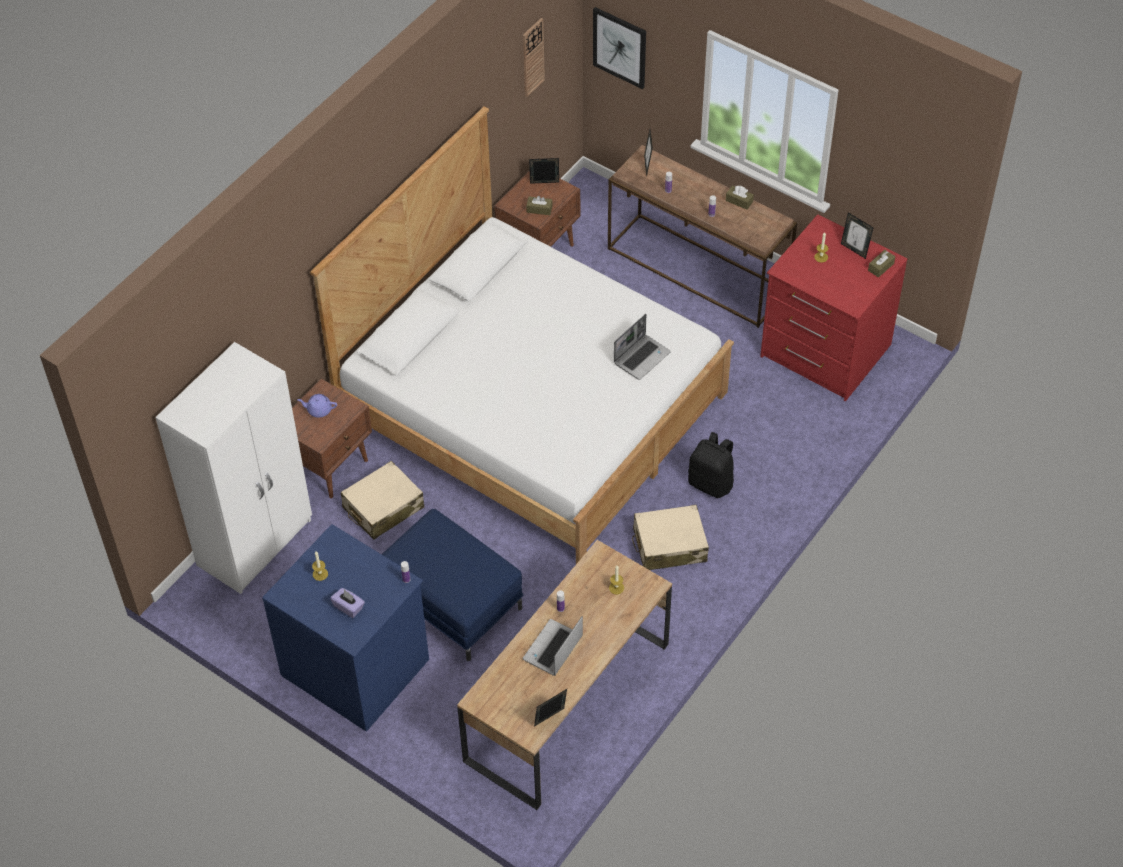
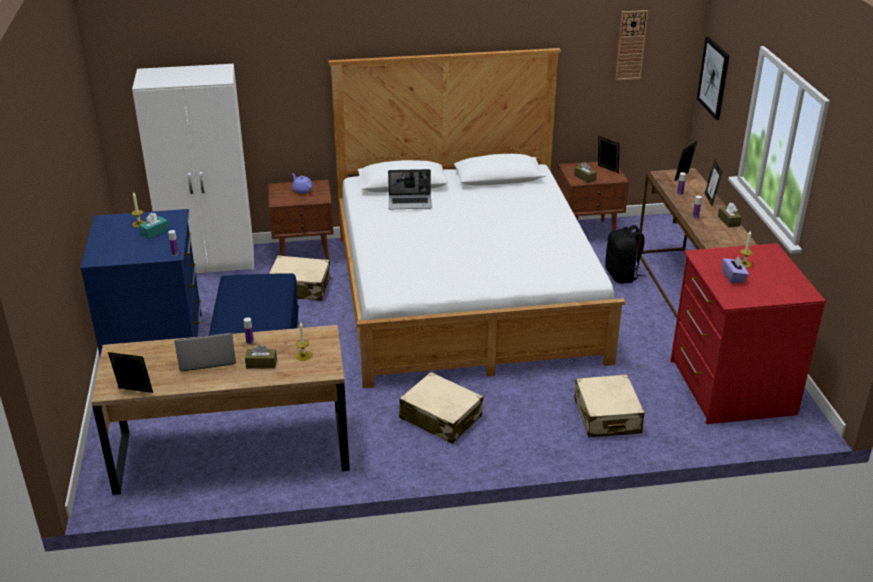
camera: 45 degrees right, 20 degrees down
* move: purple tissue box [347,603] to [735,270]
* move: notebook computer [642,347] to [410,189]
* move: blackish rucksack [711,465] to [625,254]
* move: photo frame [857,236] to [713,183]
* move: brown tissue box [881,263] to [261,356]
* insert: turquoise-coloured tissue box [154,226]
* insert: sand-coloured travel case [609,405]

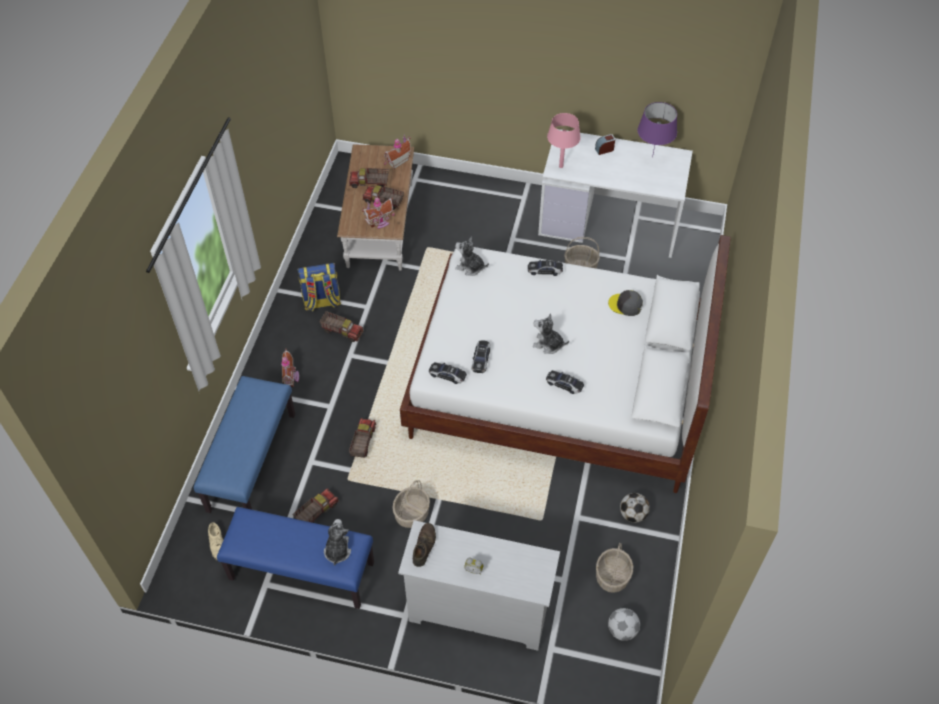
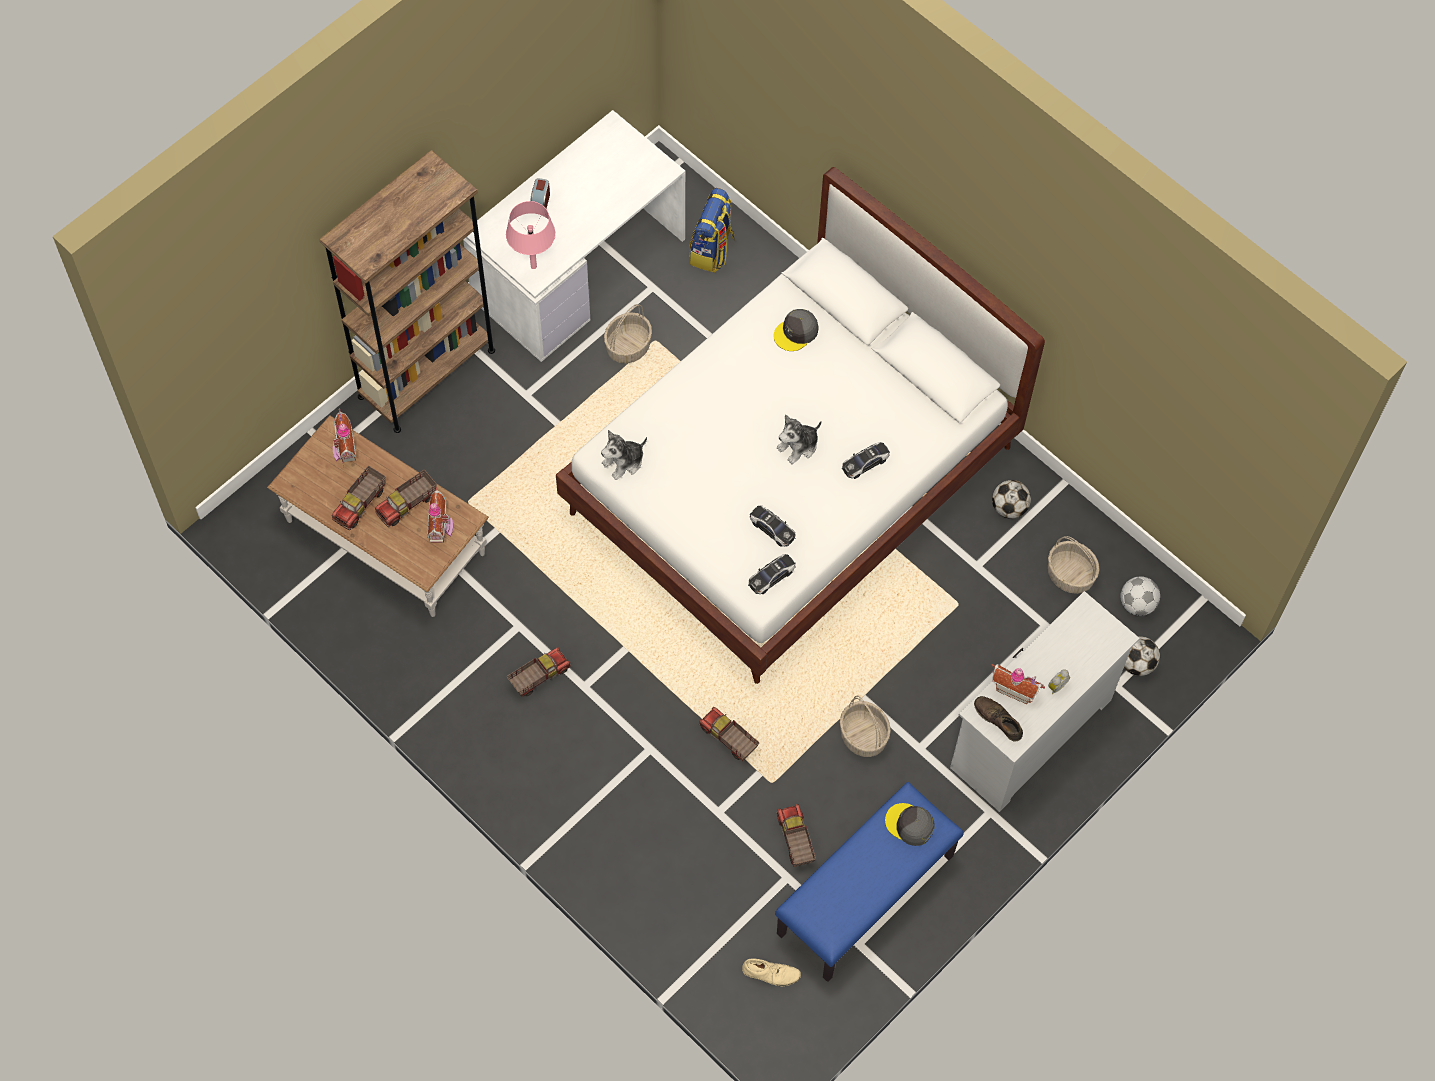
camera: 60 degrees left, 10 degrees up
* delete: bluish indoor bench [244,444]
* move: miniature house [290,368] to [1018,684]
* move: rucksack [319,287] to [712,230]
* replace: cuddly toy [337,542] to grey peaked cap [909,824]
* delete: toy car [545,268]
* delete: purple lamp for a table [657,130]
* insert: brown bookshelf [407,291]
* insert: football [1142,656]

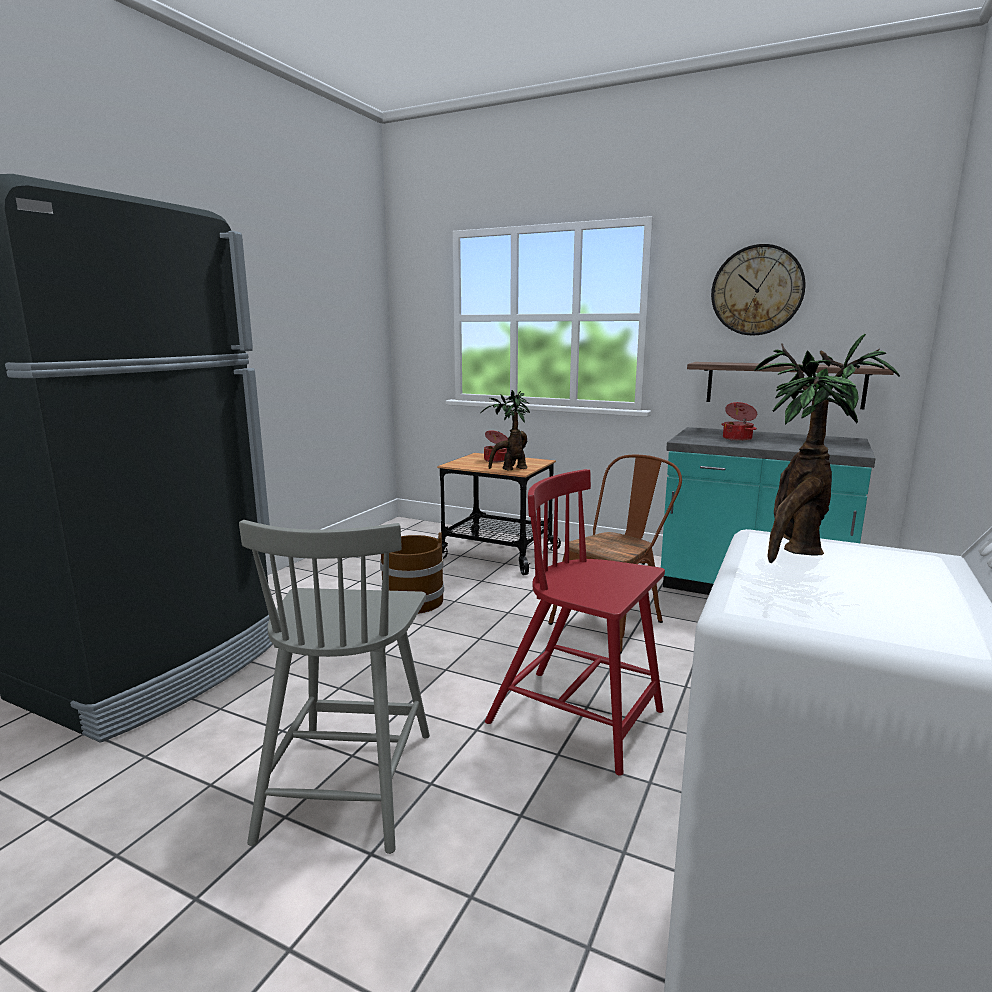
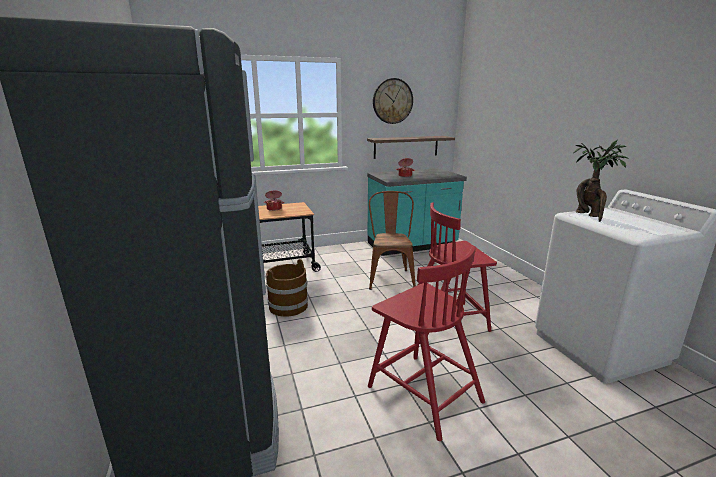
camera: 45 degrees left, 5 degrees up
* recolor: grey upright chair [334,687] to reddish upright chair [426,343]
* delete: houseplant [505,430]

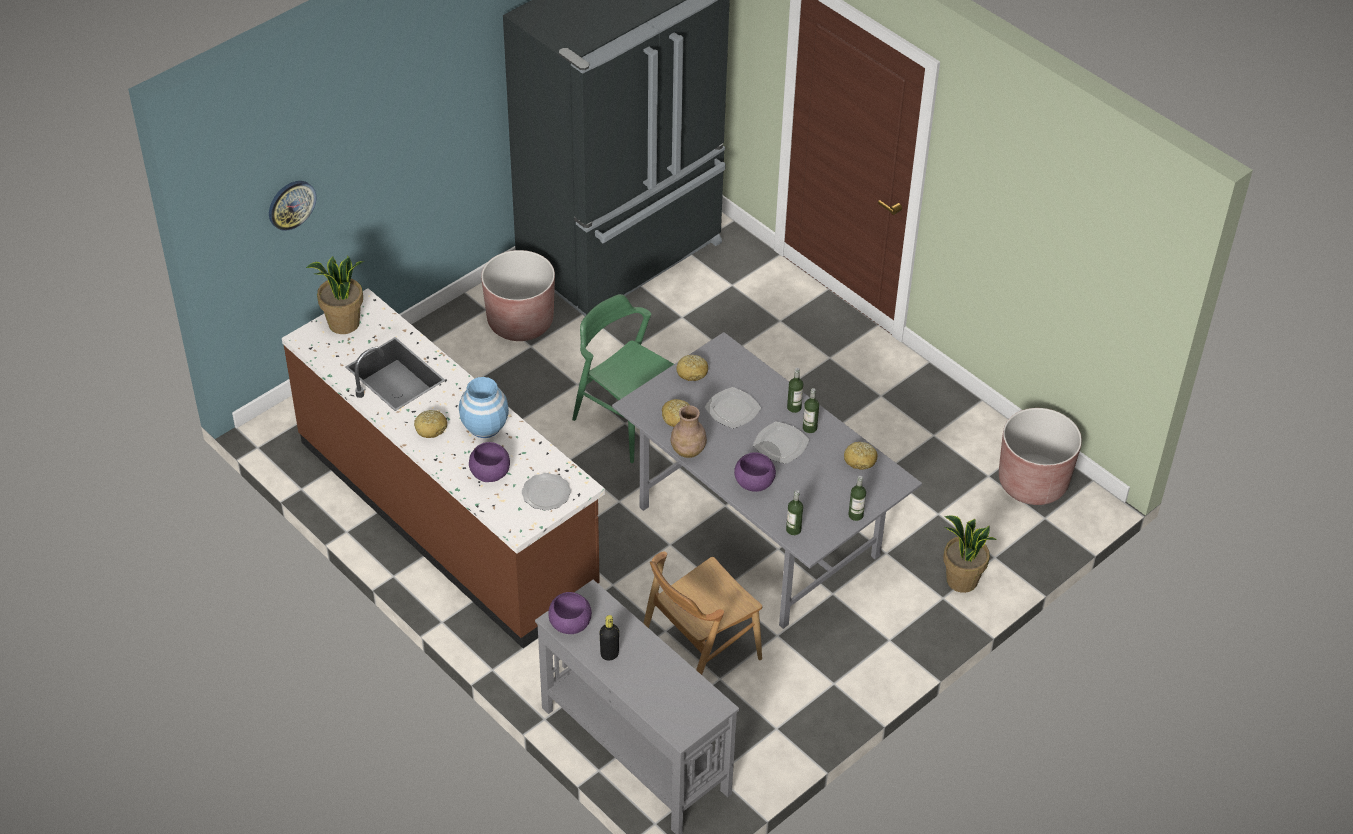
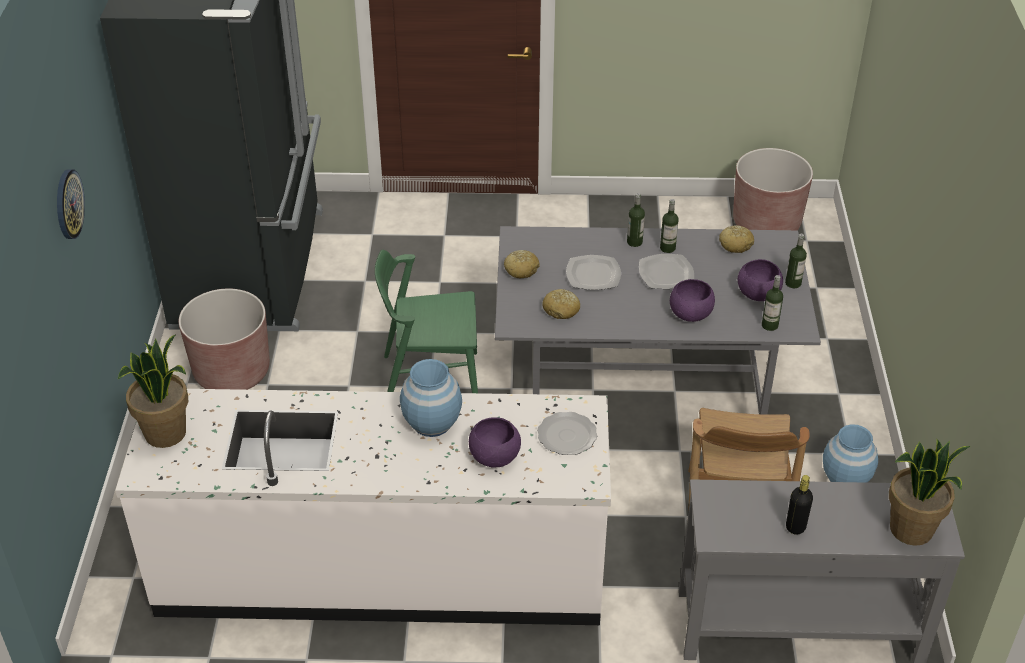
camera: 45 degrees left, 5 degrees down
* move: clock on the wall [292,206] to [71,204]
* recolor: brown kitchen base unit [443,468] to white-coloured kitchen base unit [363,507]
* delete: bakery bread [430,424]
* move: purple deep dish [570,613] to [760,280]
* delete: brown decorative vase [689,431]
* move: houseplant [969,554] to [930,492]
* insert: bluish decorative vase [850,453]

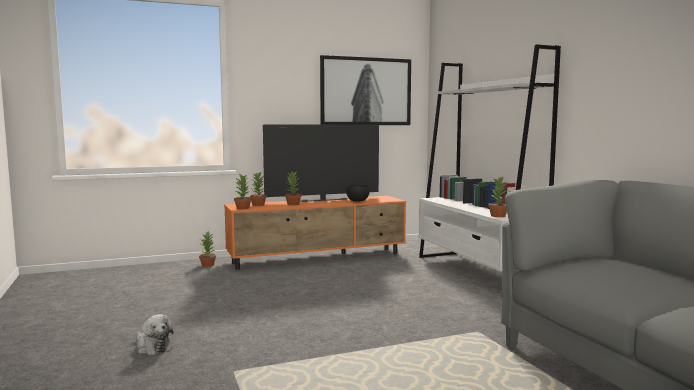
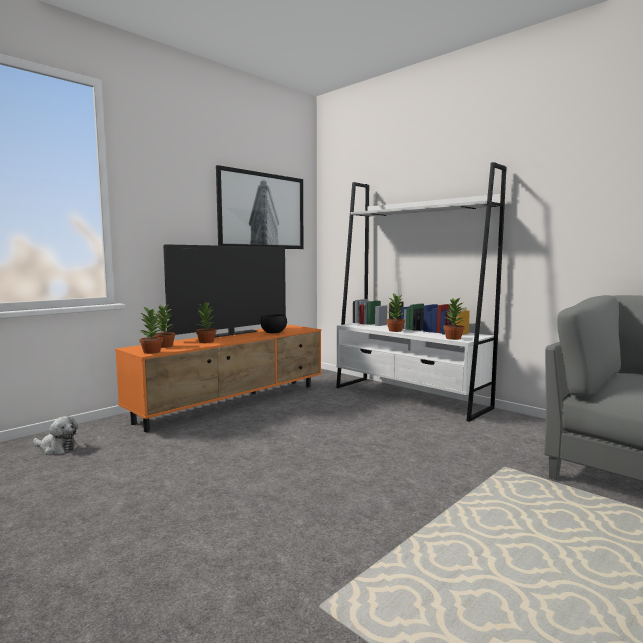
camera: 25 degrees left, 0 degrees up
* move: cuddly toy [154,334] to [55,435]
* move: houseplant [207,249] to [395,312]

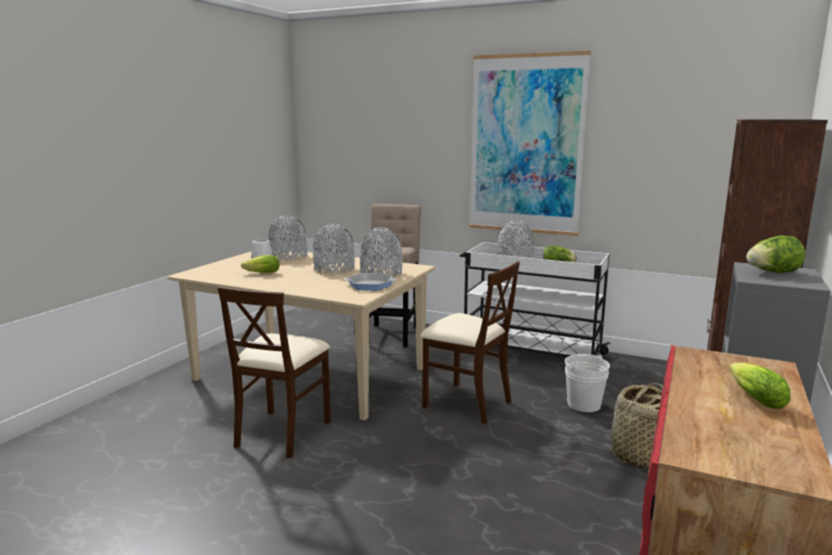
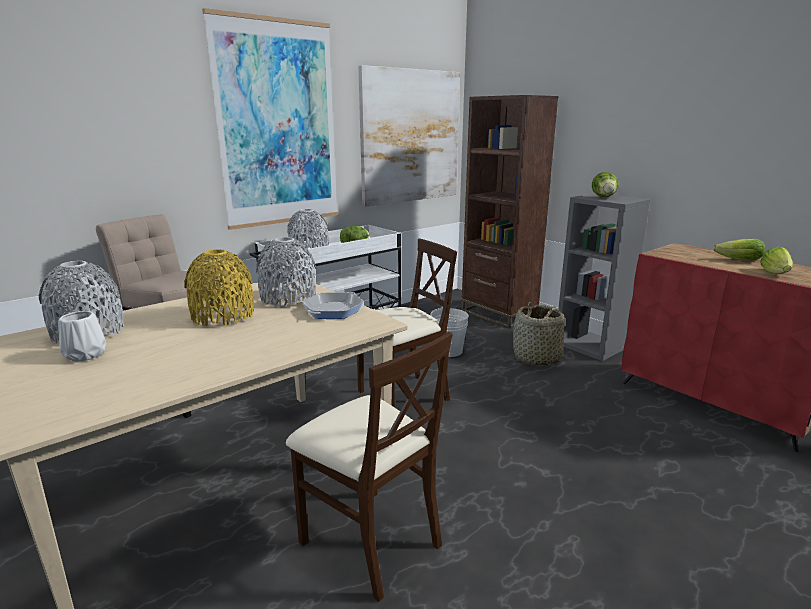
camera: 65 degrees left, 5 degrees up
* move: lettuce head [260,264] to [776,260]
* recolor: grey decorative vase [334,249] to yellow-coloured decorative vase [219,287]
* insert: picture [409,136]

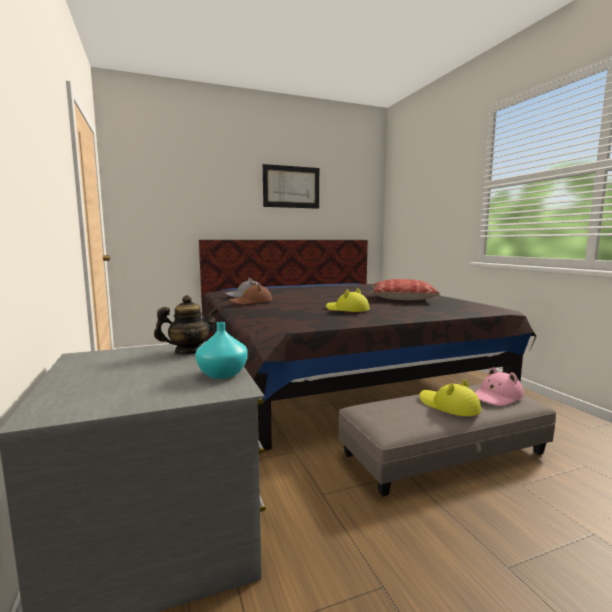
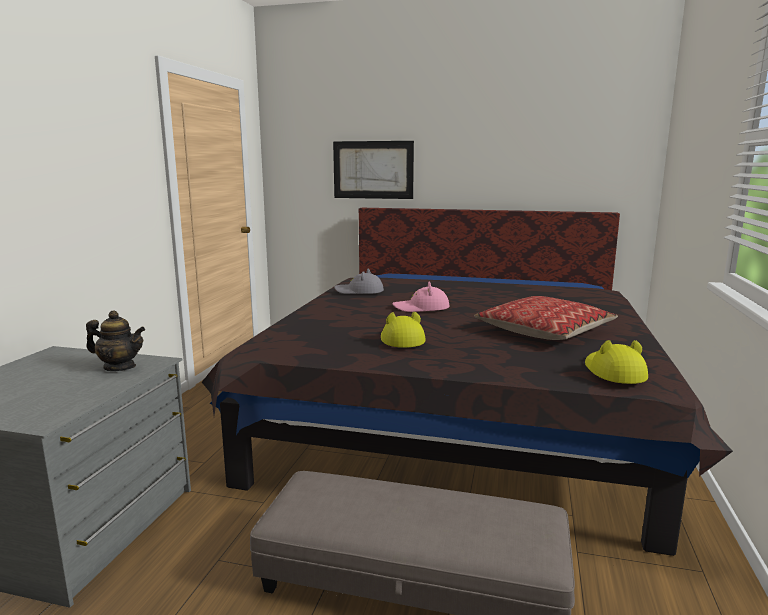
camera: 35 degrees right, 5 degrees up
* delete: turquoise-coloured decorative vase [221,350]
* delete: brown clothing hat [250,293]
* move: picture [291,186] to [373,170]
* move: yellow-coloured clothing hat [450,397] to [616,362]
* move: pink clothing hat [499,386] to [420,297]

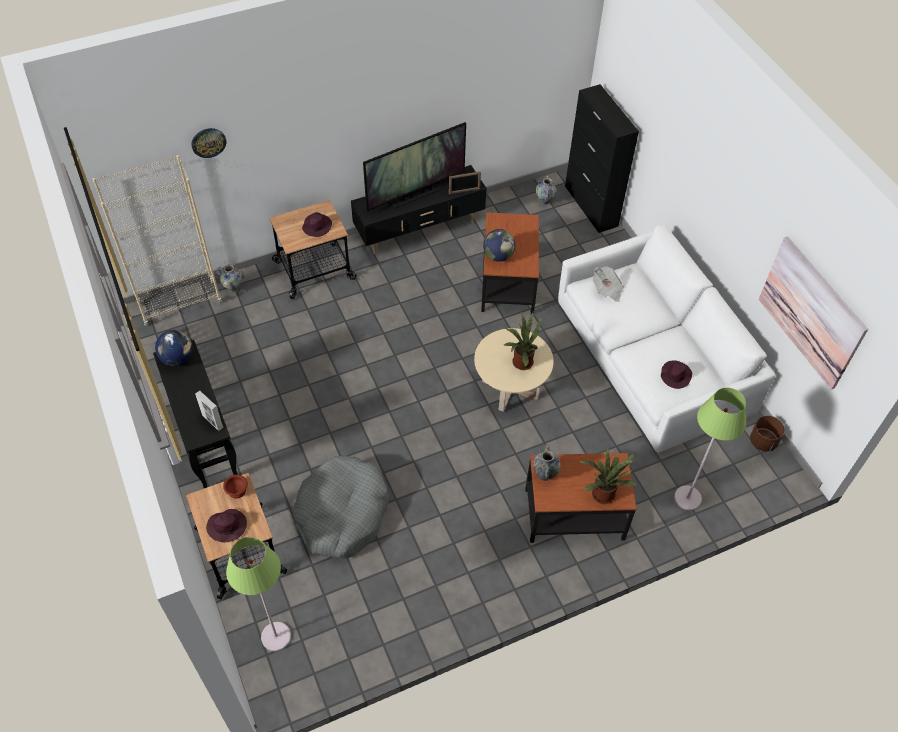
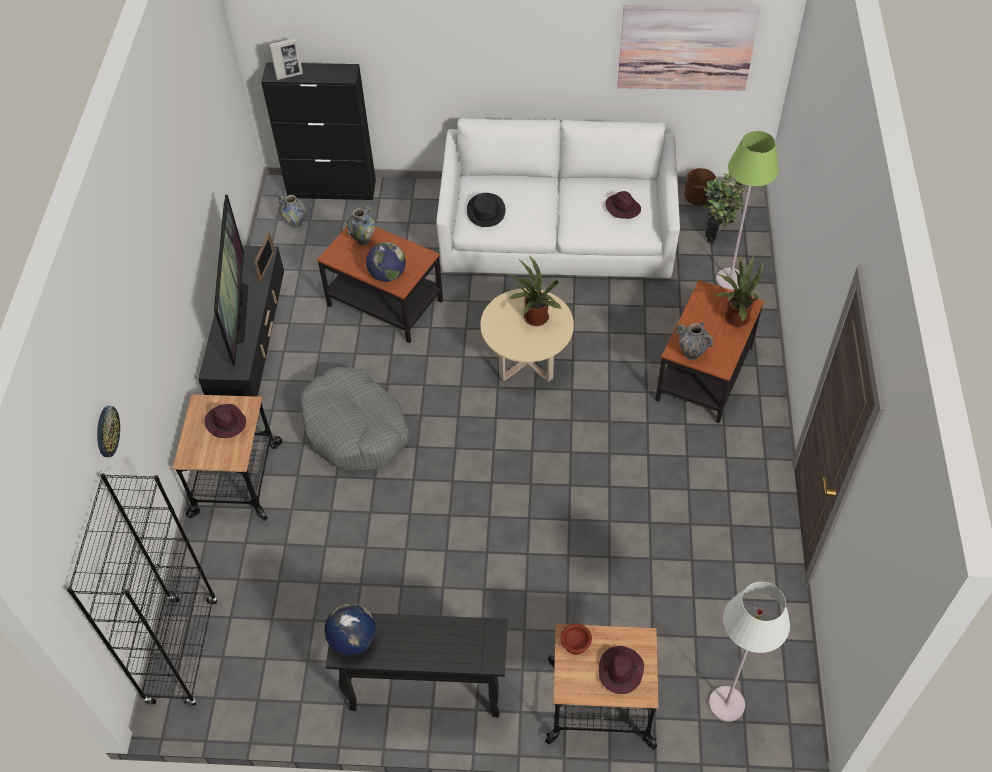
camera: 60 degrees left, 0 degrees up
* recolor: sand-coloured bookshelf [157,240] to blackish bookshelf [142,590]
* move: photo frame [209,411] to [286,59]
* move: decorative vase [230,278] to [361,225]
* recolor: green standing lamp [258,594] to white-coloured standing lamp [749,652]
* move: grey dog cushion [341,506] to [355,419]
* replace: printed paper [608,284] to blackish clothing hat [486,210]
* insert: houseplant [724,209]

